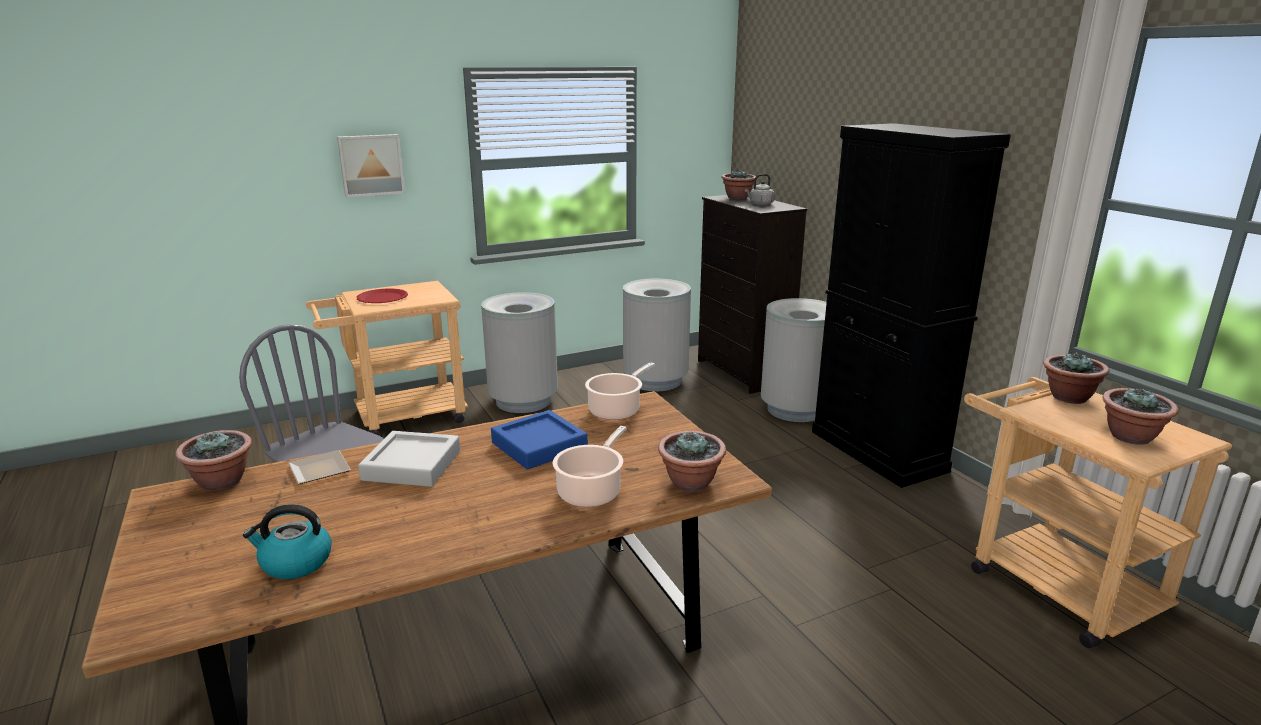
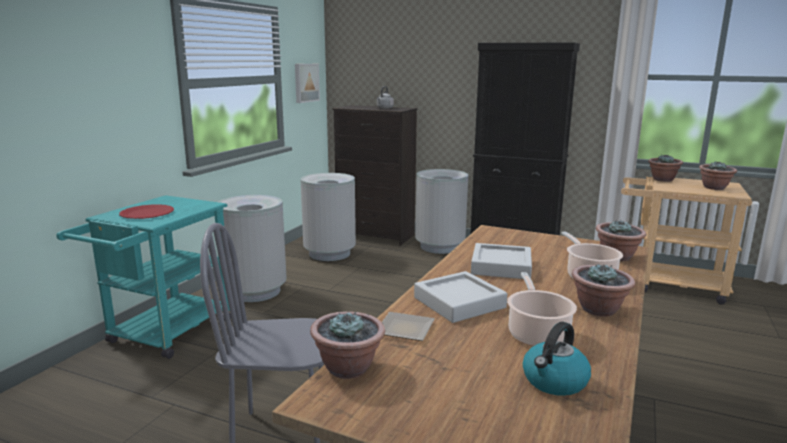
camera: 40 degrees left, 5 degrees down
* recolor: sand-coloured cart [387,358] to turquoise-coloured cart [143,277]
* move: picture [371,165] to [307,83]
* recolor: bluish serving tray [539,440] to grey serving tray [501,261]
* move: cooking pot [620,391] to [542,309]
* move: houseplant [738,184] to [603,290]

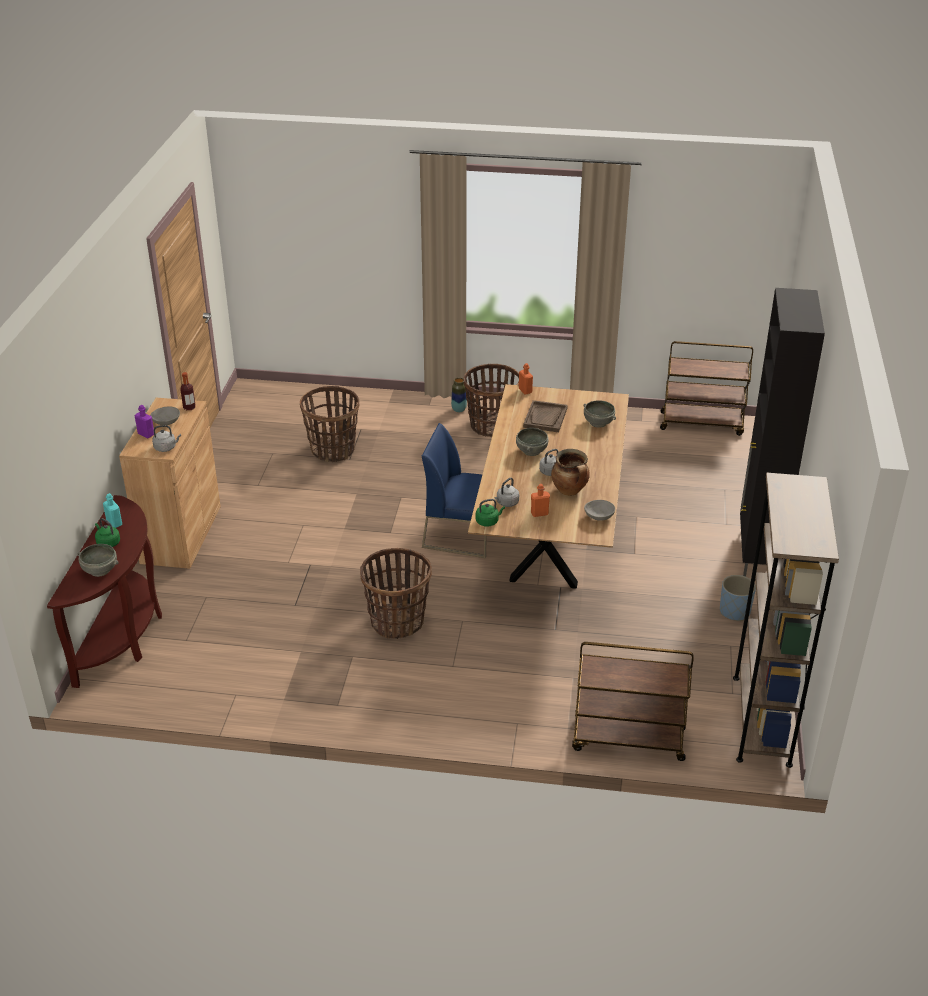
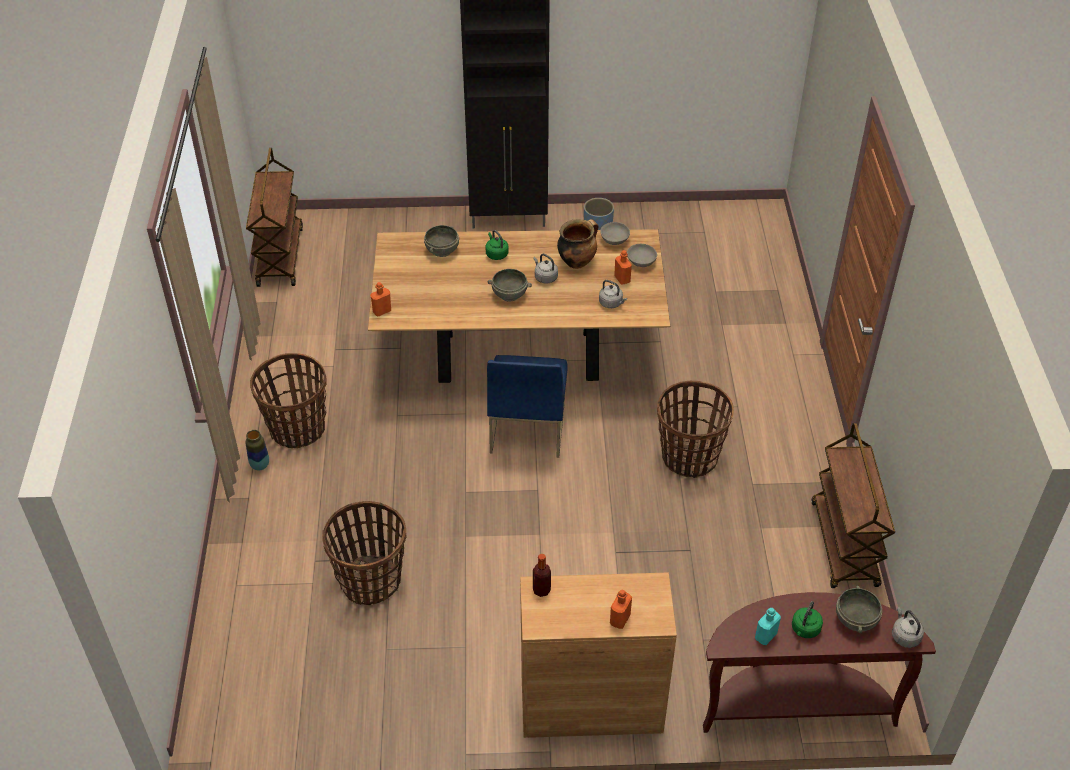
camera: 100 degrees left, 10 degrees up
* recolor: purple drink bottle [144,421] to orangey drink bottle [621,609]
* move: grey deep dish [165,415] to [642,255]
* move: grey water kettle [166,438] to [908,627]
* move: green water kettle [490,513] to [497,245]
* delete: brown serving tray [545,416]
* move: brown cart [633,701] to [853,505]
* delete: brown bookshelf [786,620]

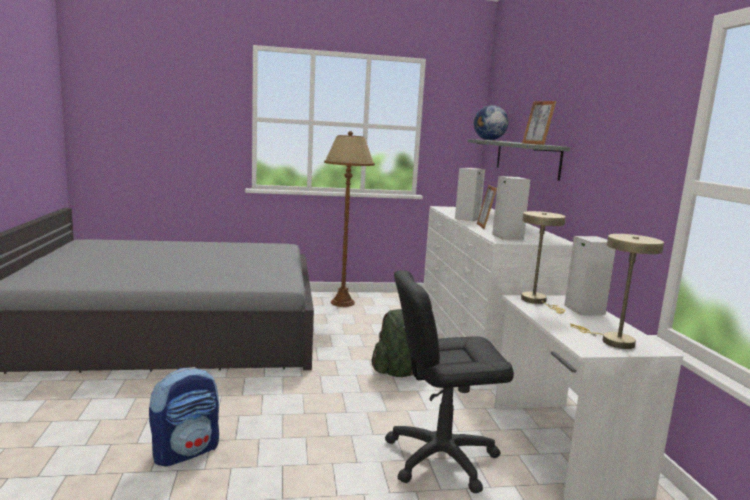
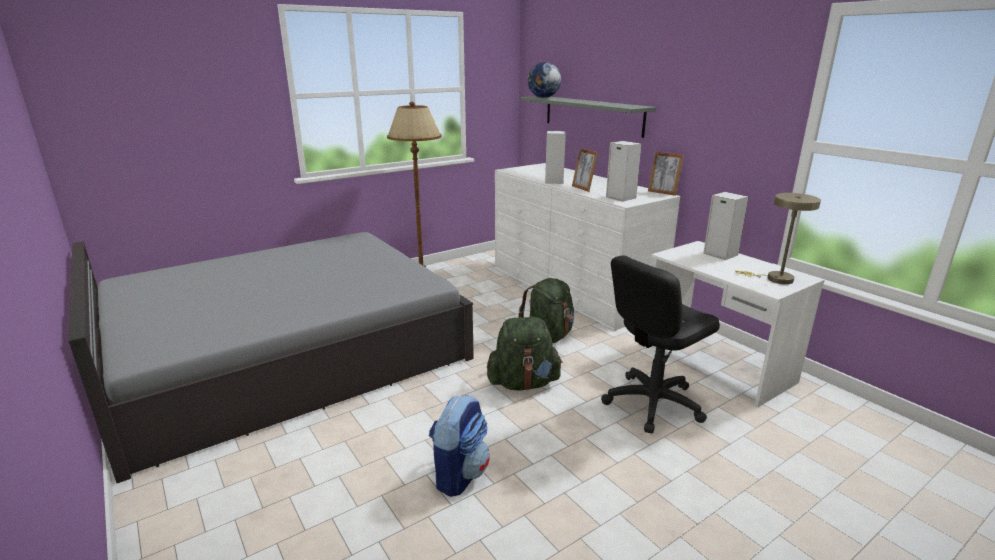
camera: 25 degrees left, 10 degrees up
* delete: sand-coloured lamp for a table [543,262]
* move: photo frame [539,123] to [666,174]
* insert: green rucksack [525,353]

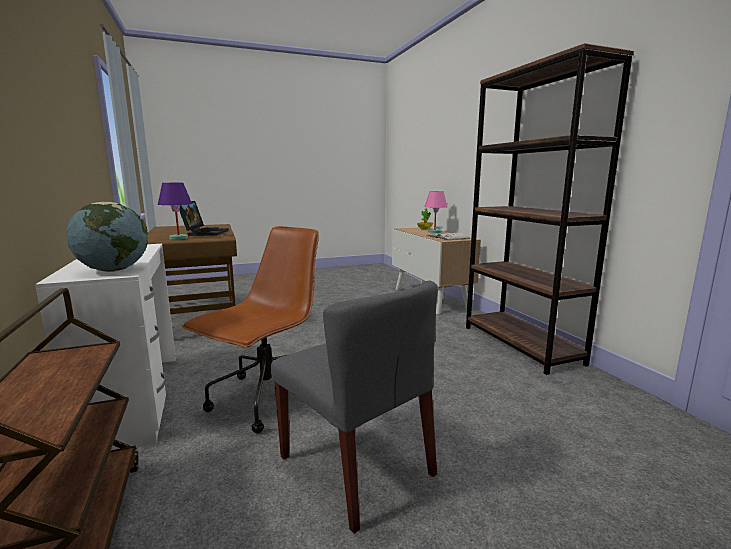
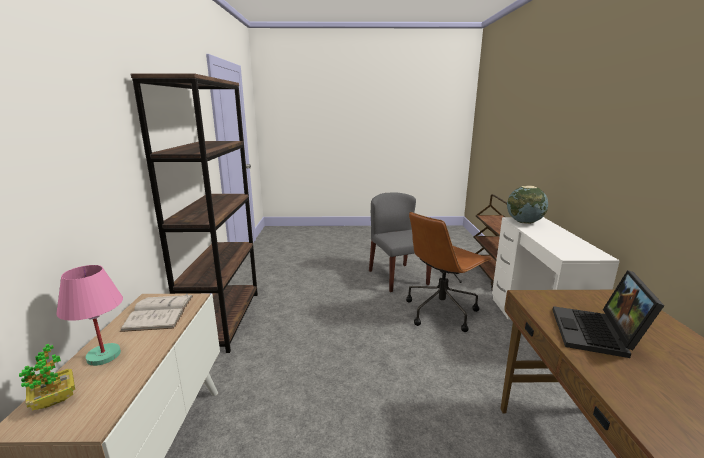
camera: 160 degrees left, 5 degrees up
* delete: purple lamp for a table [175,211]

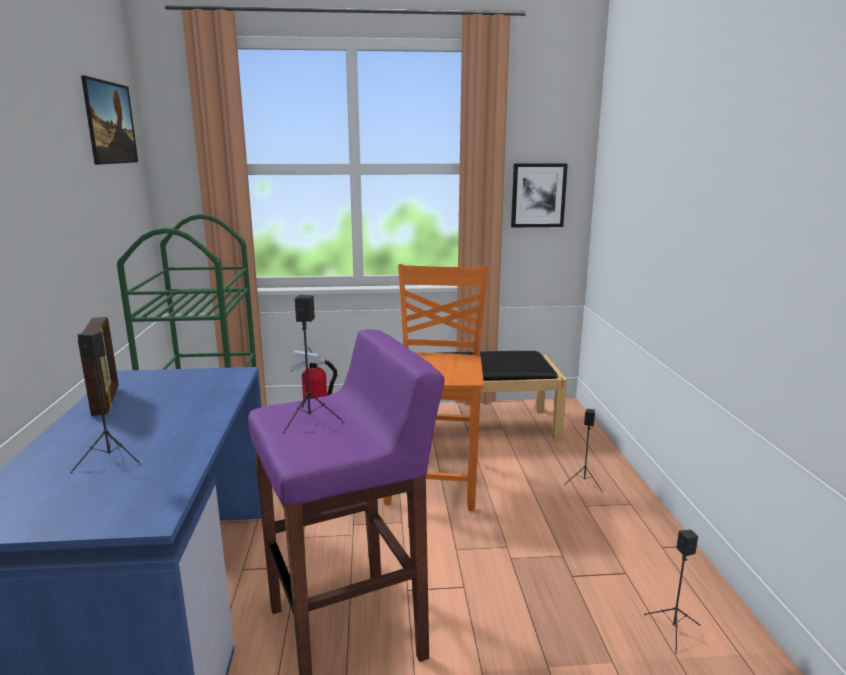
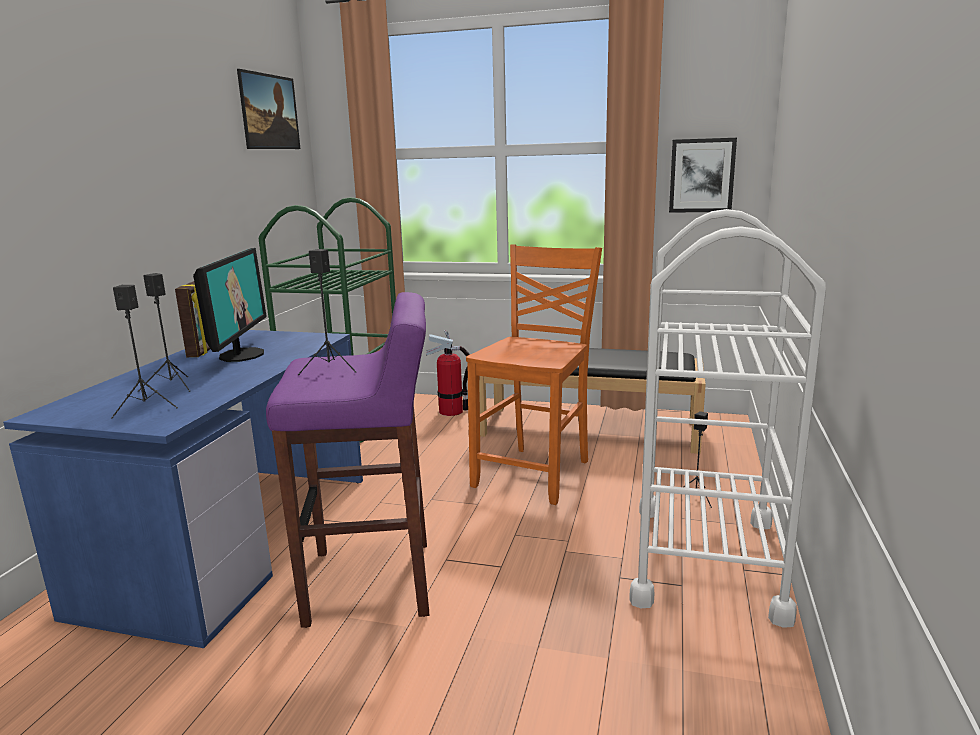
camera: 20 degrees right, 0 degrees up
* move: blackish speaker [672,592] to [144,351]
* insert: computer display [230,305]
* insert: white-coloured cart [727,418]

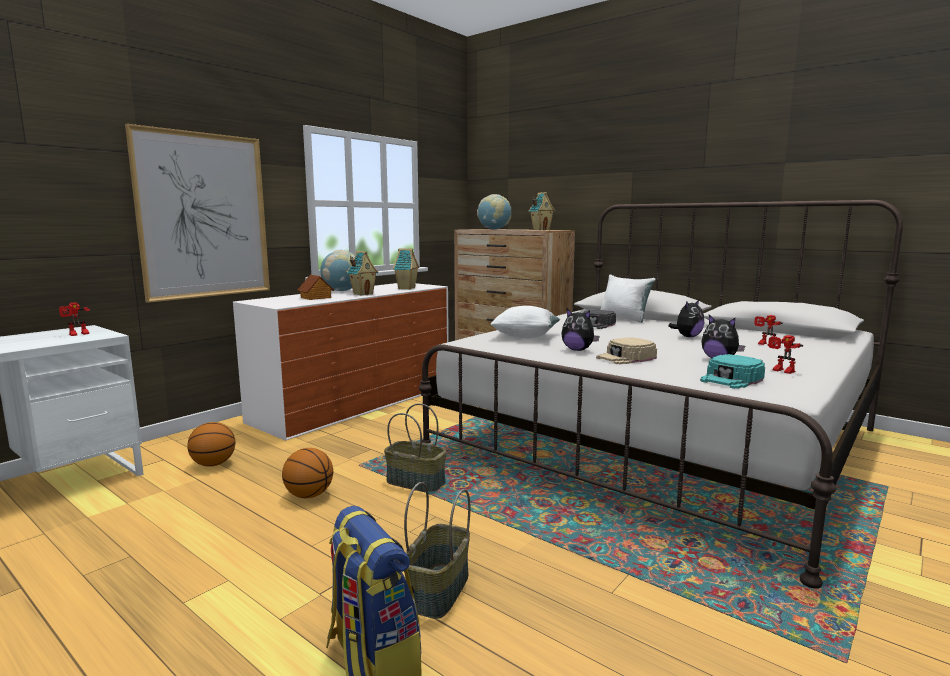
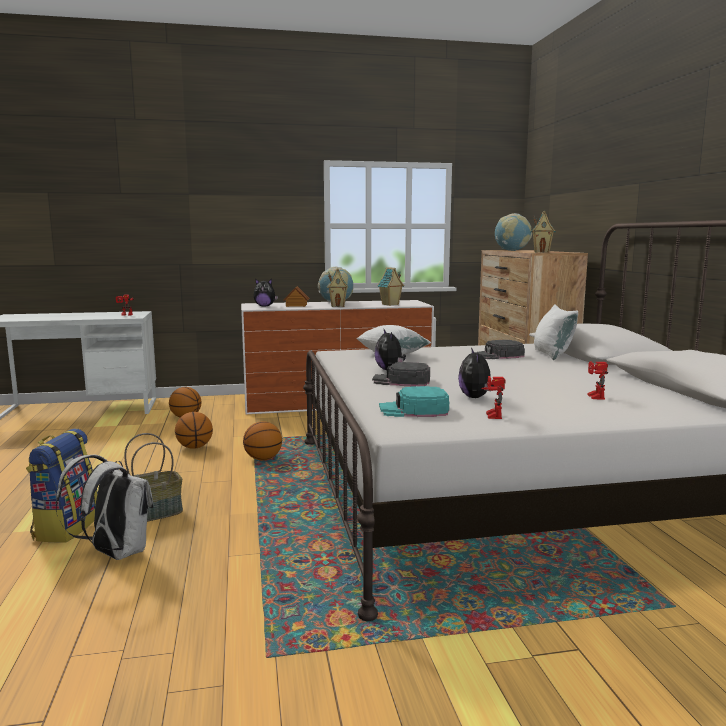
camera: 40 degrees right, 0 degrees up
* delete: picture [197,213]
* replace: basket [415,447] to ball for basketball [262,440]
* recolor: sand-coloured peaked cap [626,350] to blackish peaked cap [401,374]
* move: cuddly toy [686,318] to [265,293]
* insert: white-coloured rucksack [104,507]

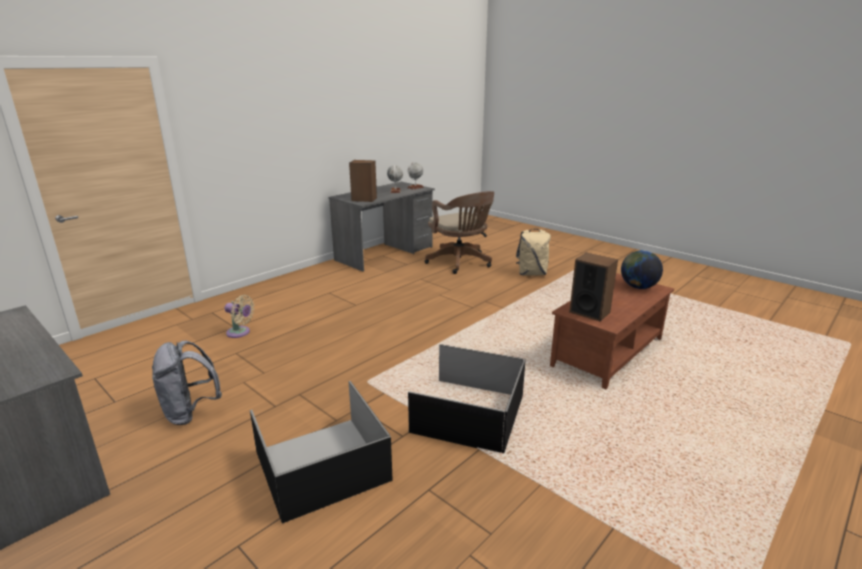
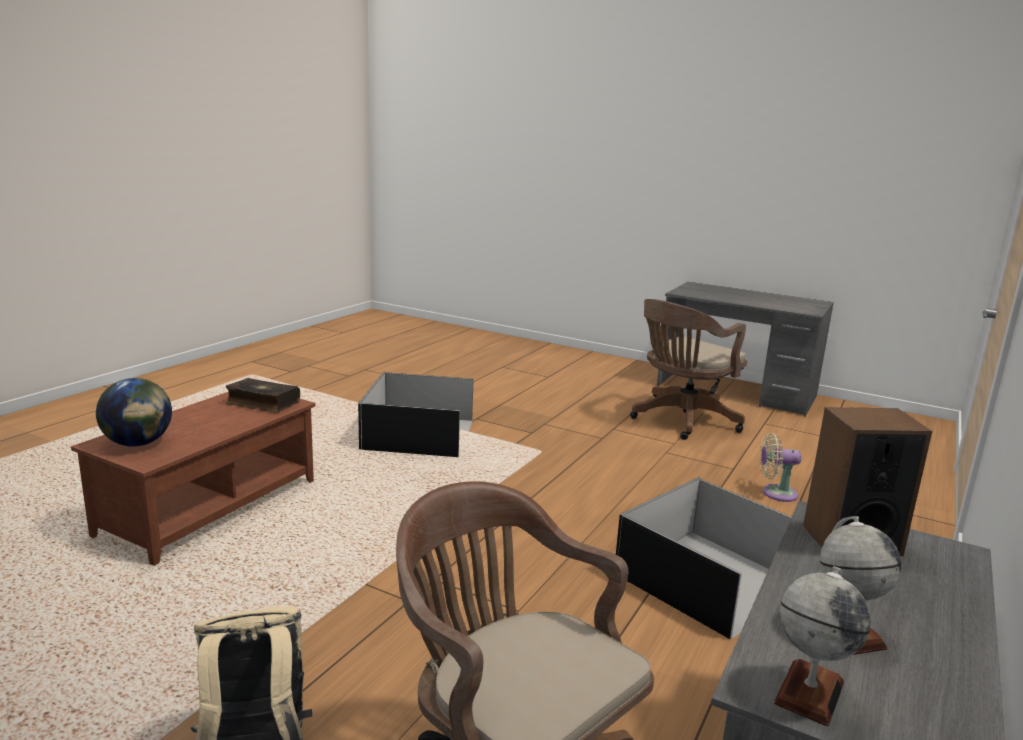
camera: 165 degrees right, 5 degrees down
* replace: grey rucksack [187,382] to brown computer chair [688,369]
* move: blackish storage box [321,452] to [704,558]
* replace: speaker [593,287] to book [263,395]

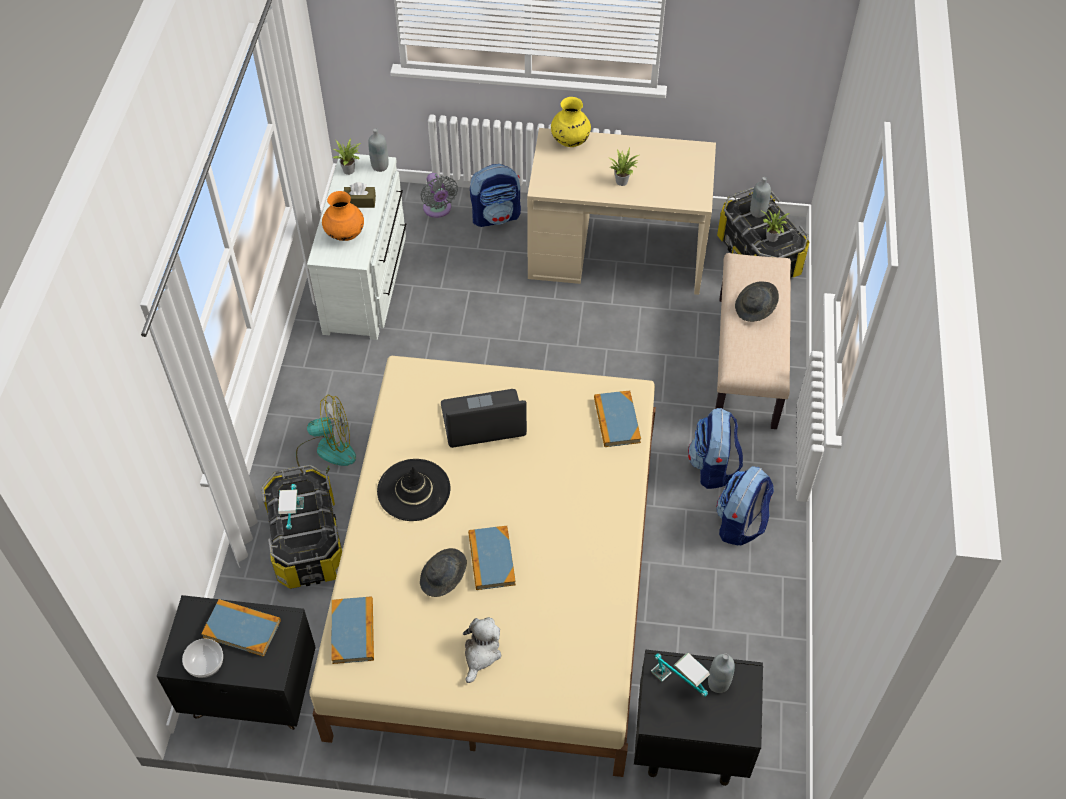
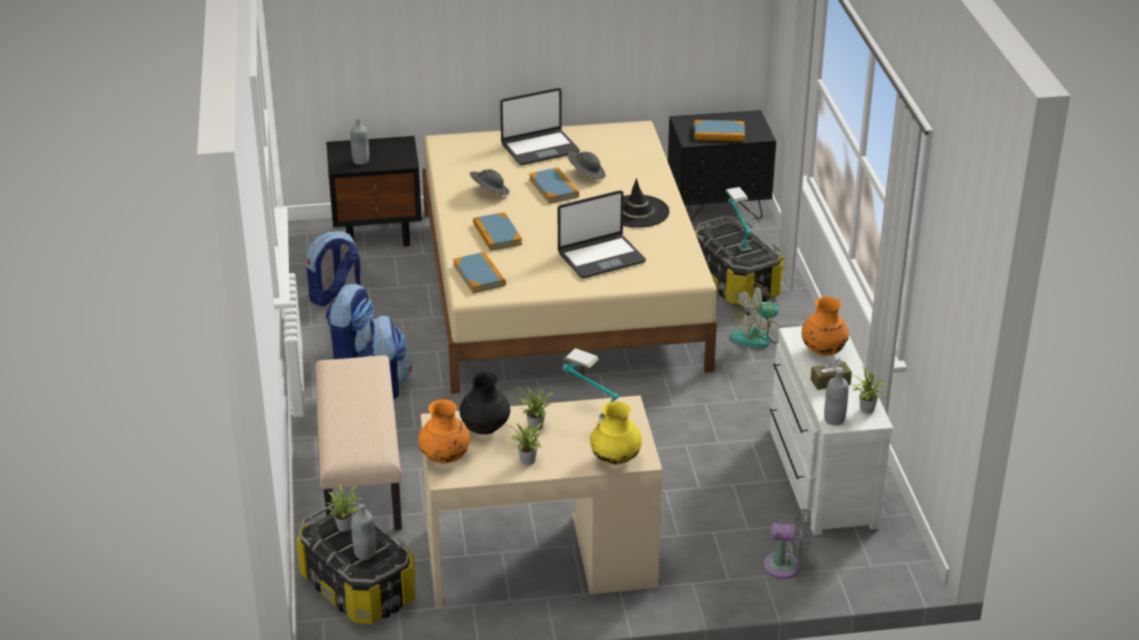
camera: 165 degrees right, 20 degrees down
* delete: deep dish [202,658]
* move: book [352,630] to [497,231]
* rotate: grey electric fan [439,195] = [787,544] 135 degrees clockwise
* replace: cuddly toy [482,650] to notebook computer [540,126]
* move: rucksack [495,195] to [333,268]
* move: lamp for a table [680,675] to [590,383]
* move: grey clothing hat [757,302] to [490,182]
* insert: orangey decorative vase [444,432]
* insert: blackish decorative vase [484,403]
* insert: houseplant [525,442]

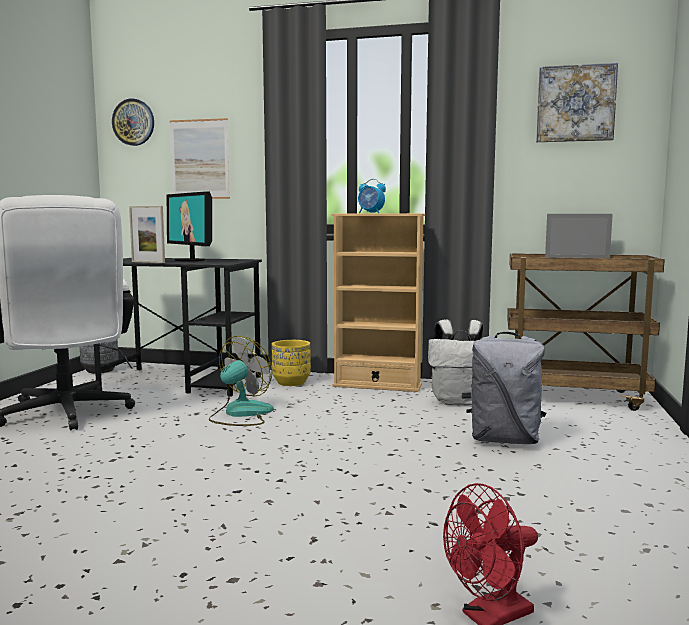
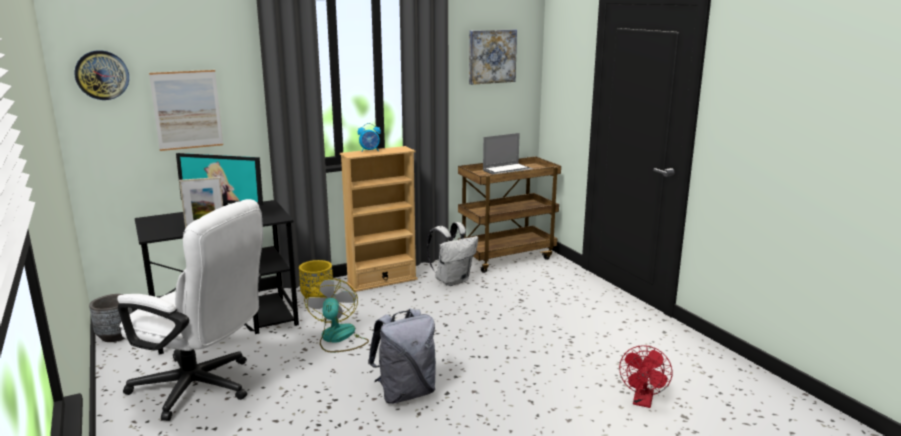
camera: 40 degrees left, 10 degrees up
* move: grey rucksack [506,388] to [402,356]

